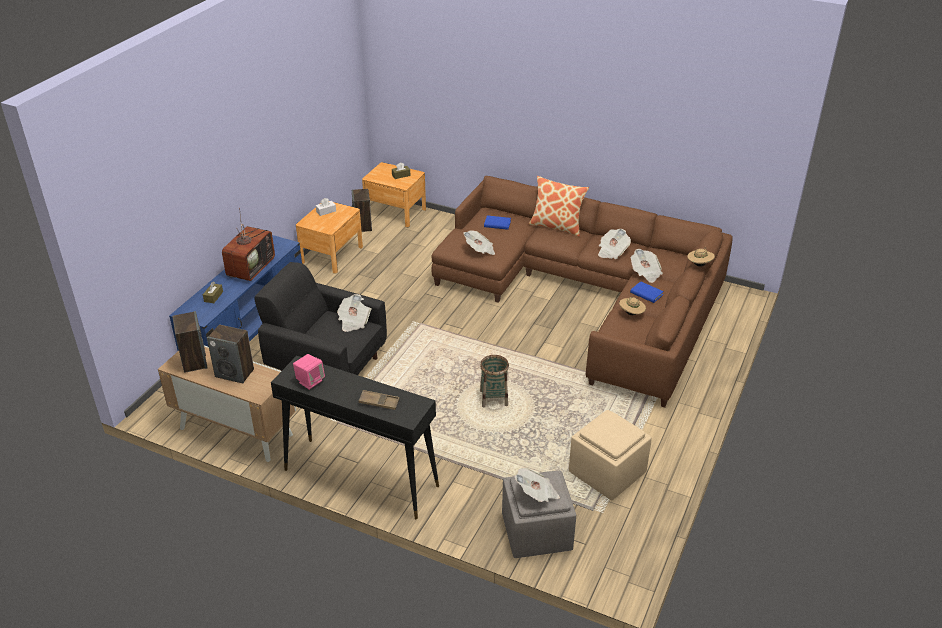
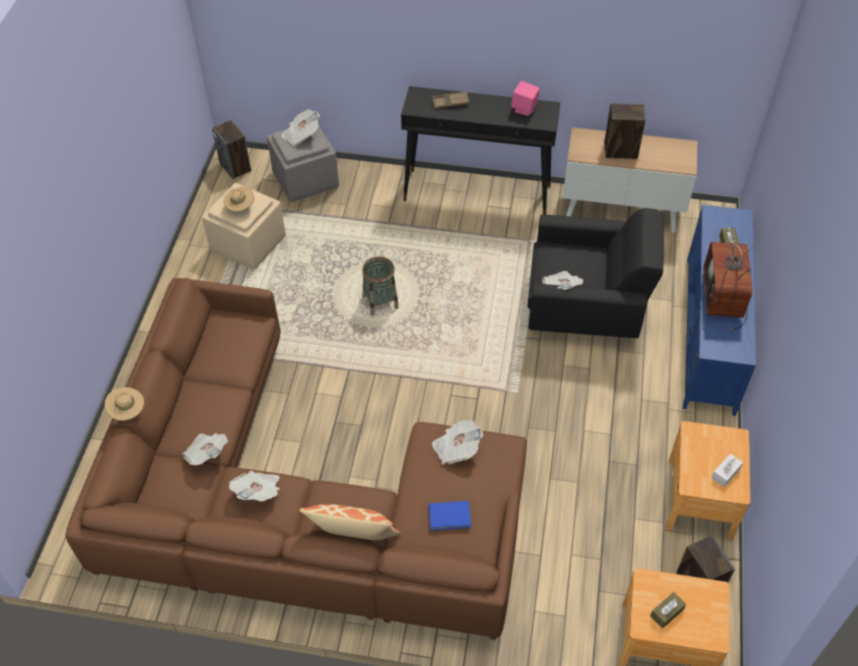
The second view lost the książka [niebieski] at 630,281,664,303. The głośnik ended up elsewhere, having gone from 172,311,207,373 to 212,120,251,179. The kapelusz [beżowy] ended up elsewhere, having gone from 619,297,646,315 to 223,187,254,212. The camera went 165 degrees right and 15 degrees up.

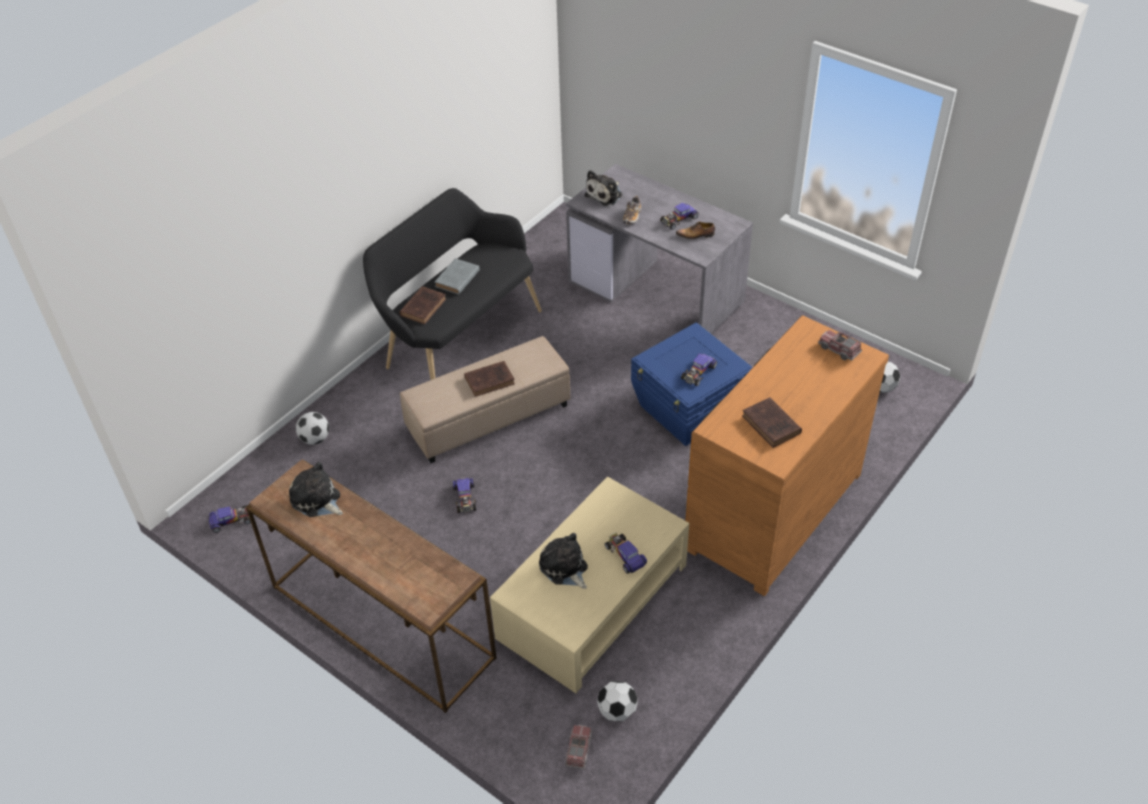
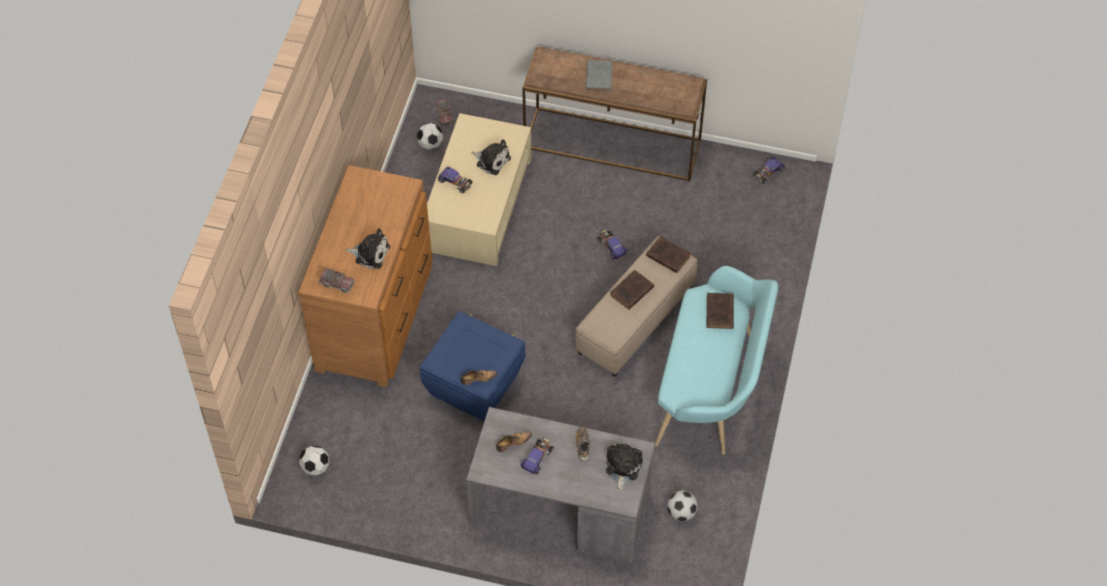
The second view lost the samochodzik at 681,353,717,386. The second view gained the but at 461,370,497,385. The pluszak ended up elsewhere, having gone from 289,462,343,517 to 346,228,390,269. The piłka futbolowa ended up elsewhere, having gone from 296,412,329,445 to 667,491,698,521. The książka [szary] ended up elsewhere, having gone from 435,258,480,295 to 586,60,612,92. The książka [brązowy] ended up elsewhere, having gone from 742,397,802,448 to 646,236,691,273. What was the ławka [czarny] at 363,188,542,380 turned into the ławka [turkusowy] at 655,266,778,455. The camera went 155 degrees right and 10 degrees up.

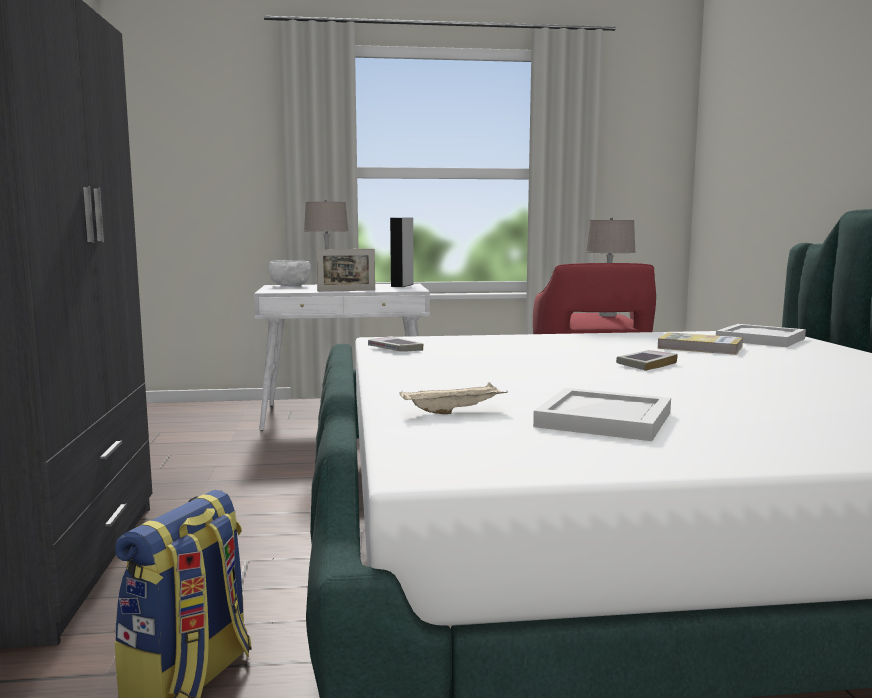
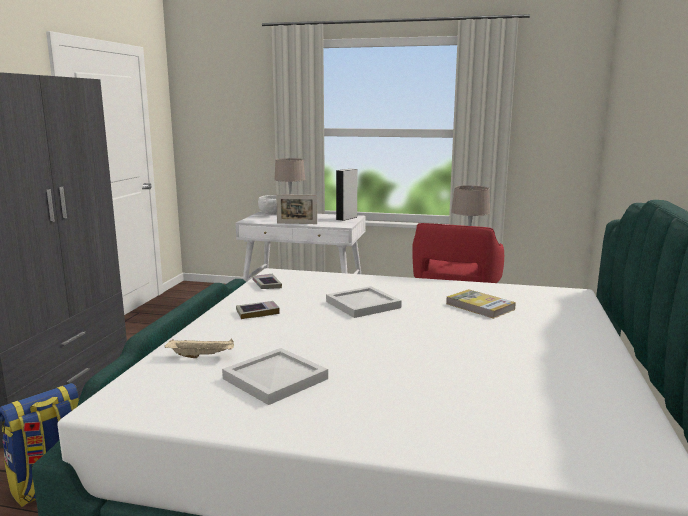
The książka ended up elsewhere, having gone from 616,350,678,371 to 236,301,280,319. The taca [biały] ended up elsewhere, having gone from 716,324,806,347 to 326,286,402,318. The camera went 20 degrees right and 5 degrees up.

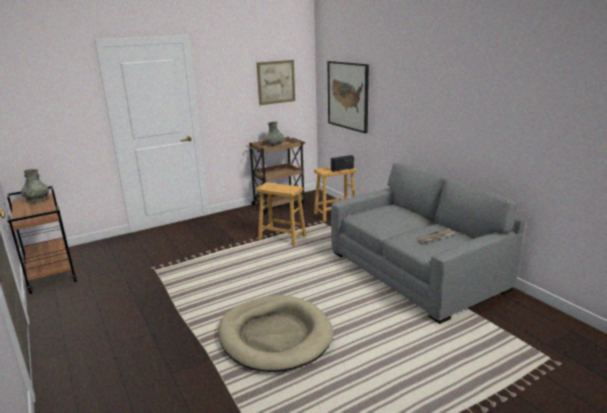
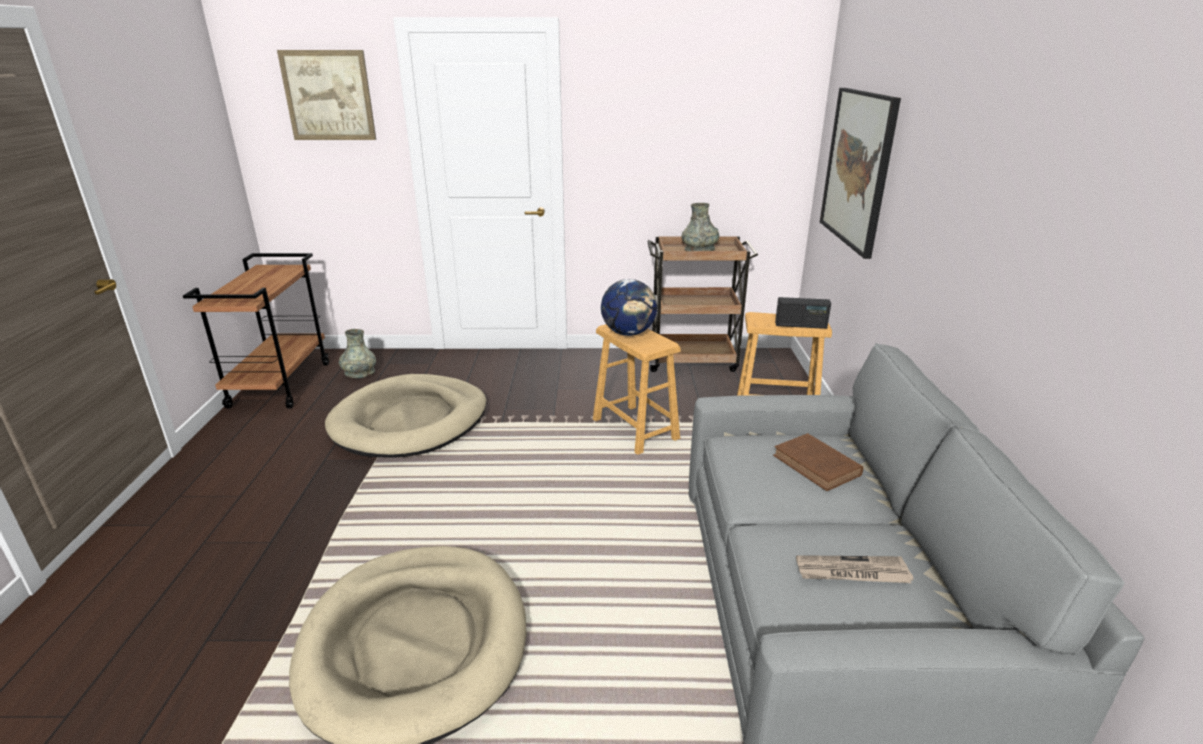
The second view gained the legowisko [beżowy] at 325,374,487,458. The second view gained the globus at 601,279,657,336. The second view gained the książka [brązowy] at 773,433,863,491. The wazon [szary] ended up elsewhere, having gone from 21,169,49,202 to 339,329,376,378. The obraz ended up elsewhere, having gone from 257,60,295,105 to 277,50,376,140. The camera went 30 degrees right and 5 degrees up.

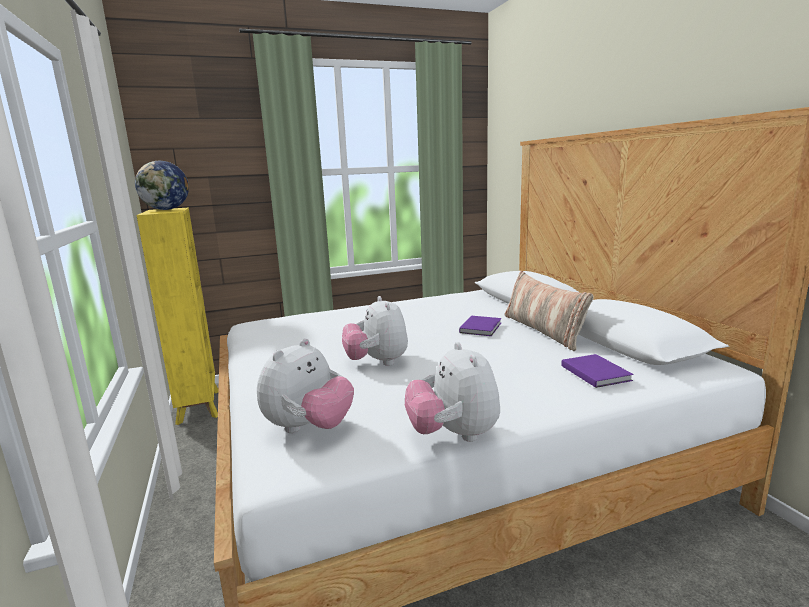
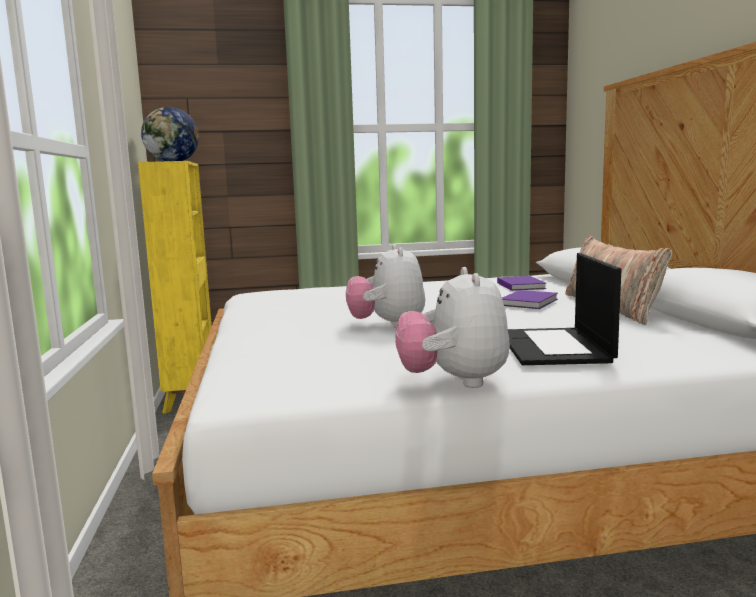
The second view lost the pluszak at 257,338,354,433. The second view gained the laptop at 508,253,622,365. The książka [fioletowy] ended up elsewhere, having gone from 561,354,633,388 to 497,276,546,291. The camera went 10 degrees right and 5 degrees down.

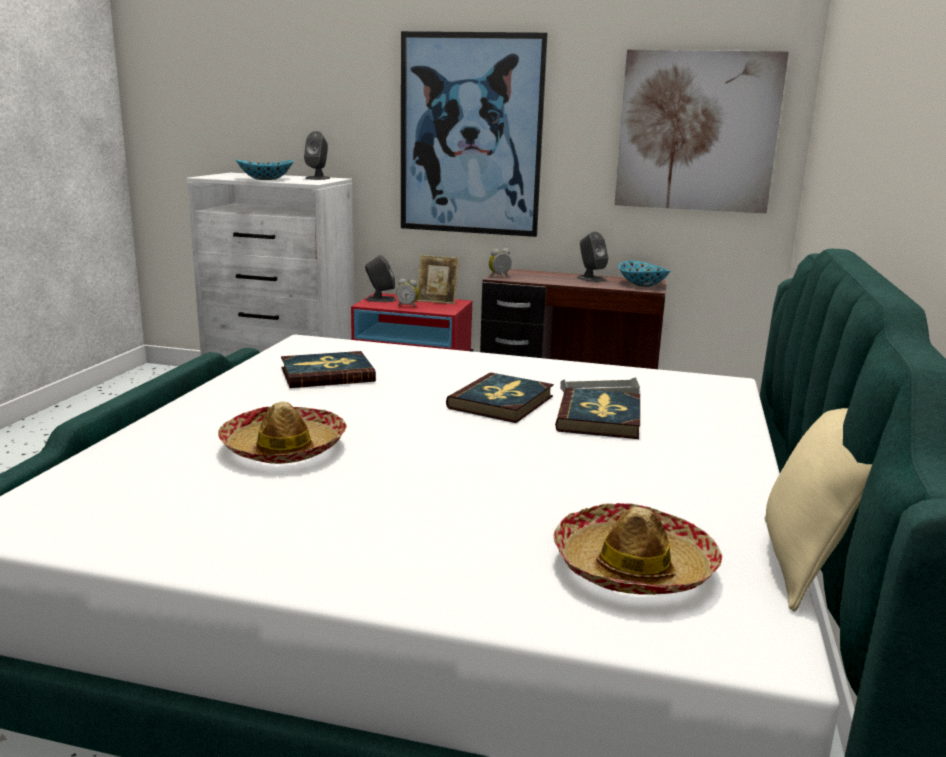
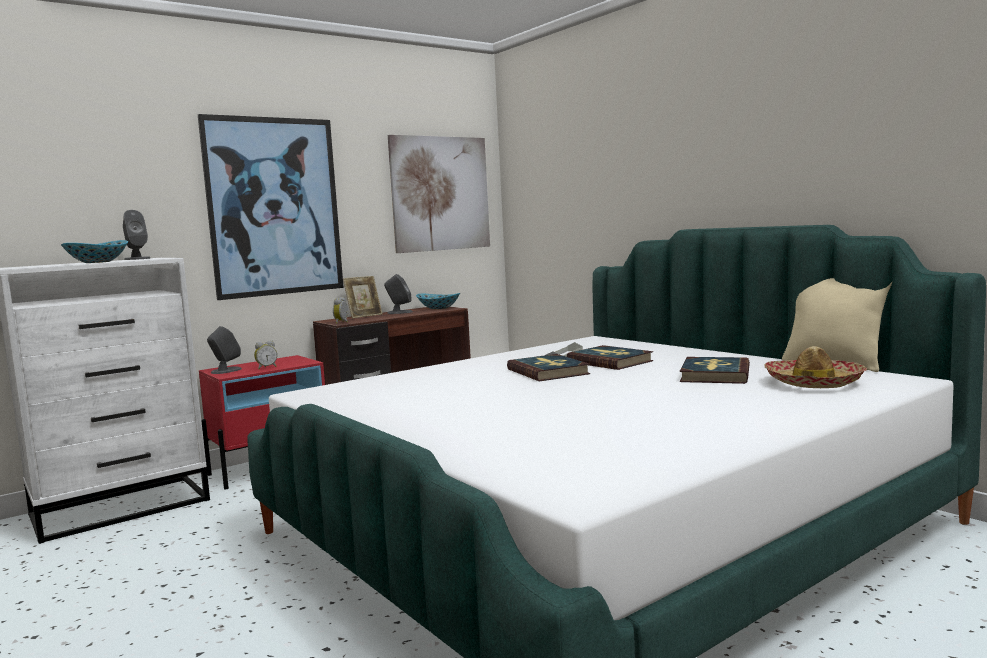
The second view lost the kapelusz at 218,401,347,464. The książka ended up elsewhere, having gone from 281,351,376,388 to 680,357,750,384. The ramka na zdjęcie ended up elsewhere, having gone from 416,255,459,304 to 343,276,383,319. The camera went 50 degrees left and 10 degrees down.

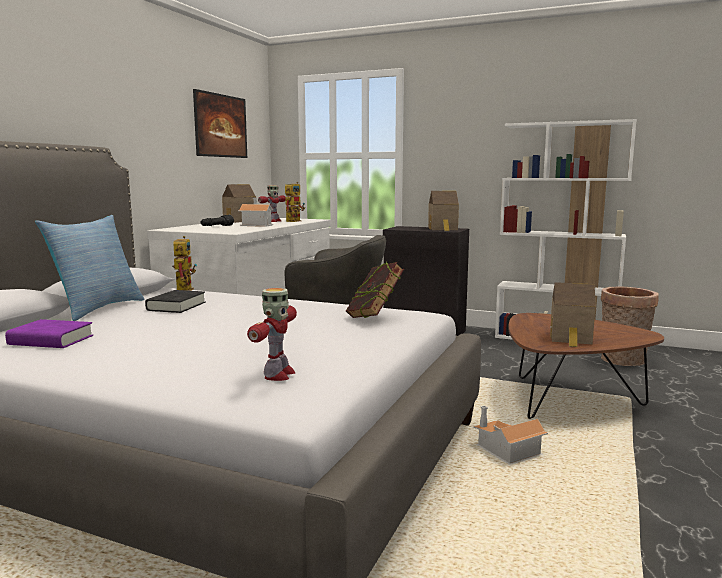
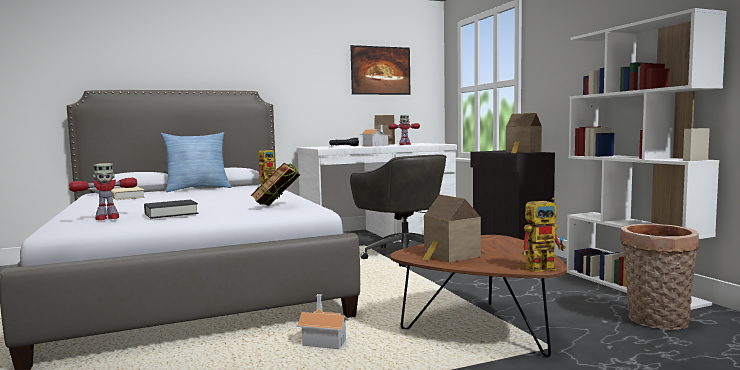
The książka [czarny] ended up elsewhere, having gone from 145,290,206,313 to 144,200,198,219. The robot zabawkowy ended up elsewhere, having gone from 285,182,305,222 to 522,198,566,272. What was the książka [fioletowy] at 5,319,93,348 turned into the książka [beżowy] at 111,187,145,200. The camera went 45 degrees right and 5 degrees down.

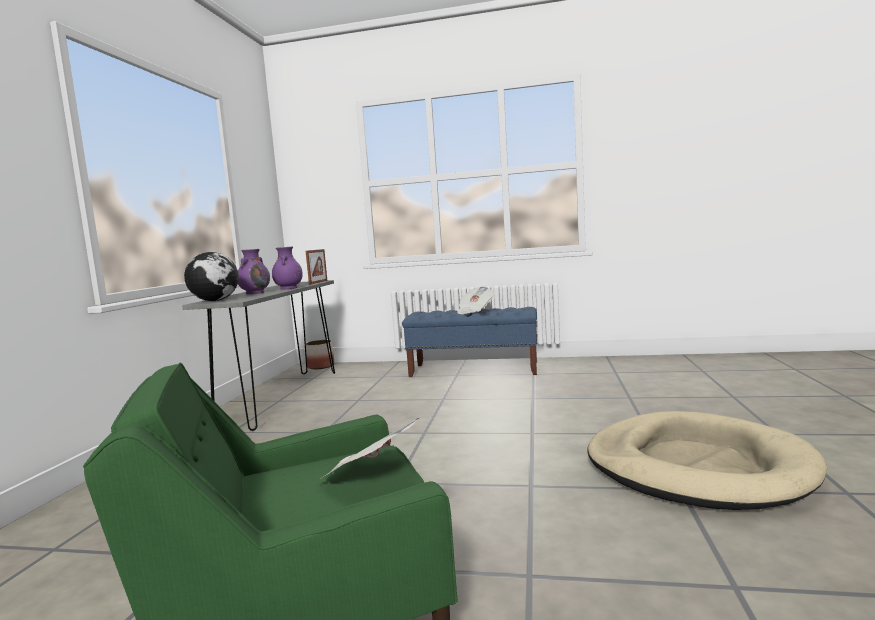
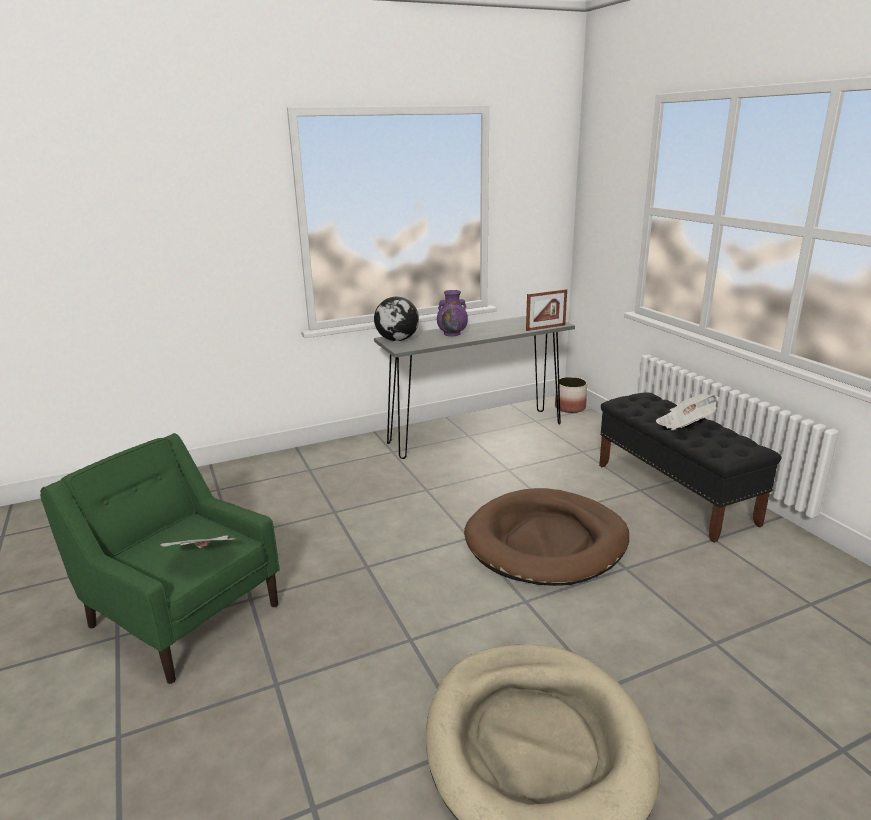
The second view lost the wazon [fioletowy] at 272,247,303,289. The second view gained the legowisko [brązowy] at 464,488,629,586. What was the ławka [niebieski] at 402,307,537,377 turned into the ławka [czarny] at 599,392,781,543. The camera went 55 degrees right and 15 degrees up.

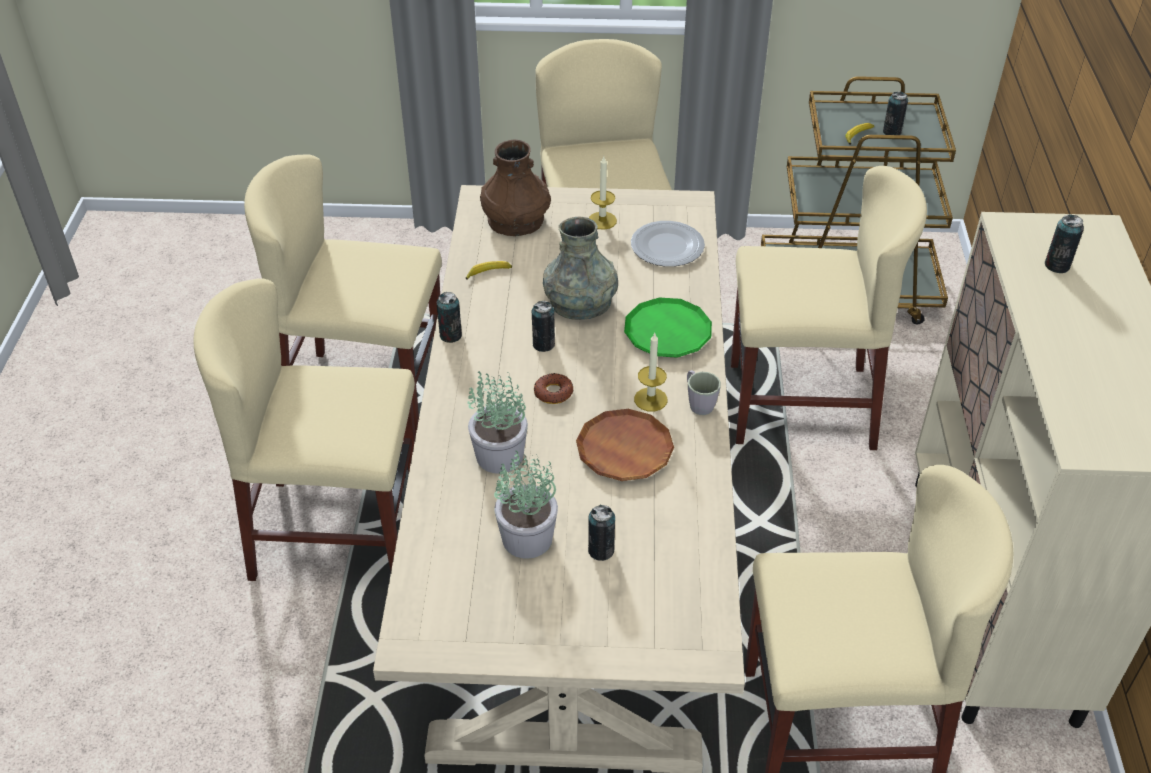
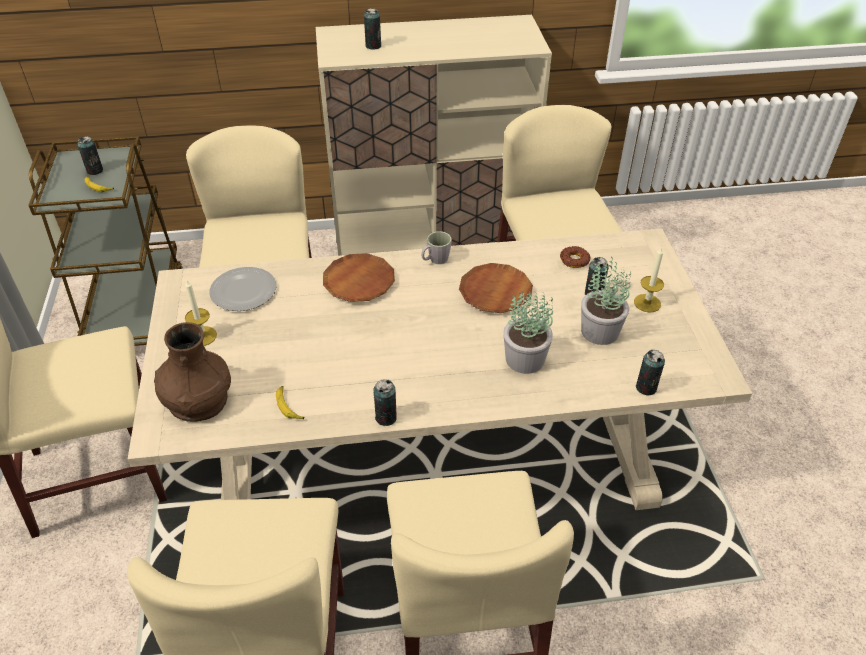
The second view lost the wazon [szary] at 543,217,618,320. The puszka ended up elsewhere, having gone from 532,301,555,352 to 636,350,665,396. The donut ended up elsewhere, having gone from 534,373,574,404 to 560,246,590,268. The świeca ended up elsewhere, having gone from 634,333,667,412 to 634,246,664,313. What was the talerz [zielony] at 624,298,712,358 turned into the talerz [brązowy] at 323,253,395,302. The camera went 100 degrees left and 0 degrees up.

